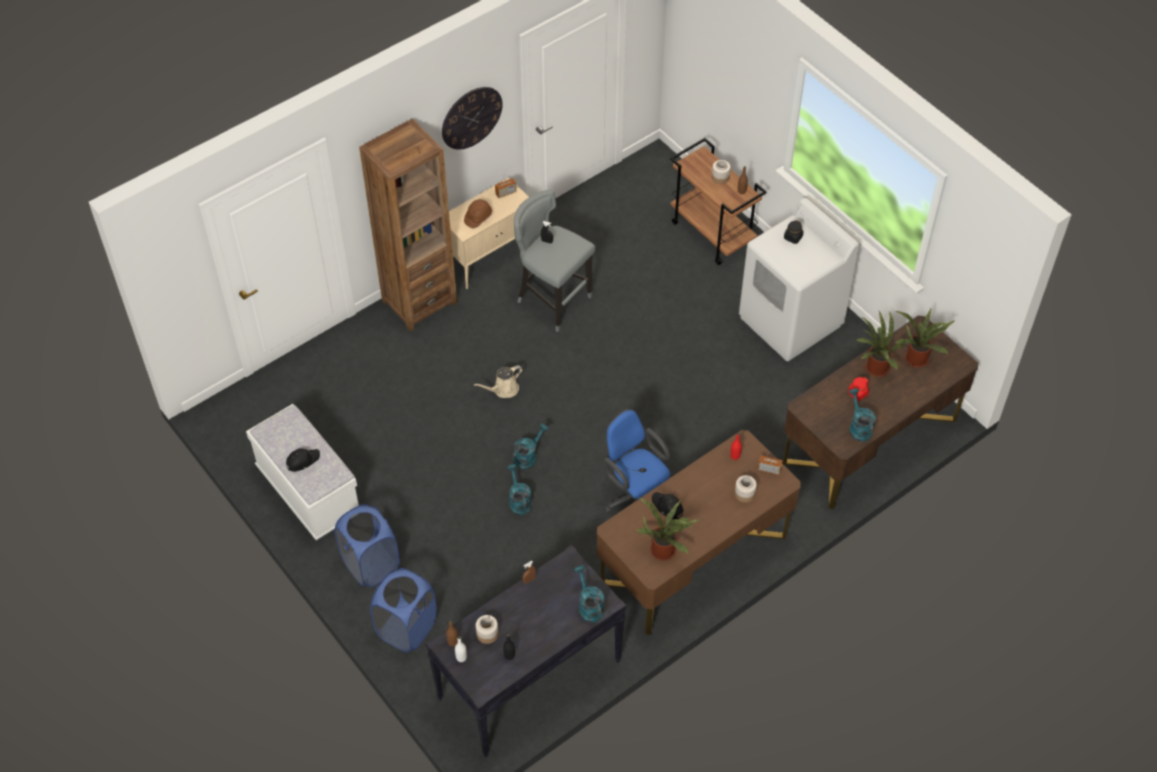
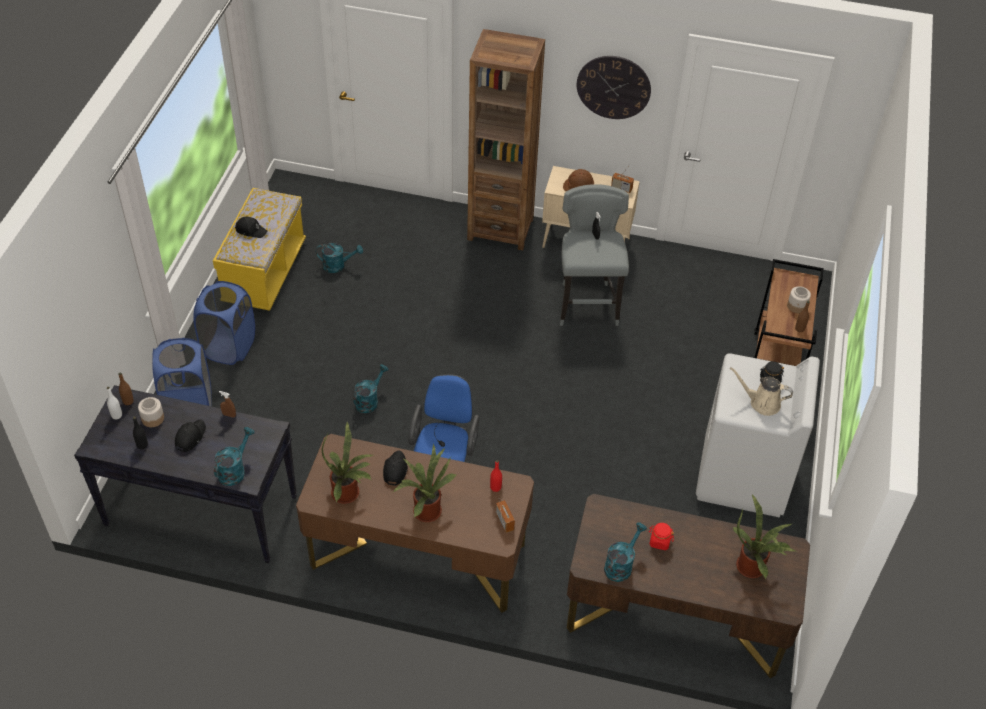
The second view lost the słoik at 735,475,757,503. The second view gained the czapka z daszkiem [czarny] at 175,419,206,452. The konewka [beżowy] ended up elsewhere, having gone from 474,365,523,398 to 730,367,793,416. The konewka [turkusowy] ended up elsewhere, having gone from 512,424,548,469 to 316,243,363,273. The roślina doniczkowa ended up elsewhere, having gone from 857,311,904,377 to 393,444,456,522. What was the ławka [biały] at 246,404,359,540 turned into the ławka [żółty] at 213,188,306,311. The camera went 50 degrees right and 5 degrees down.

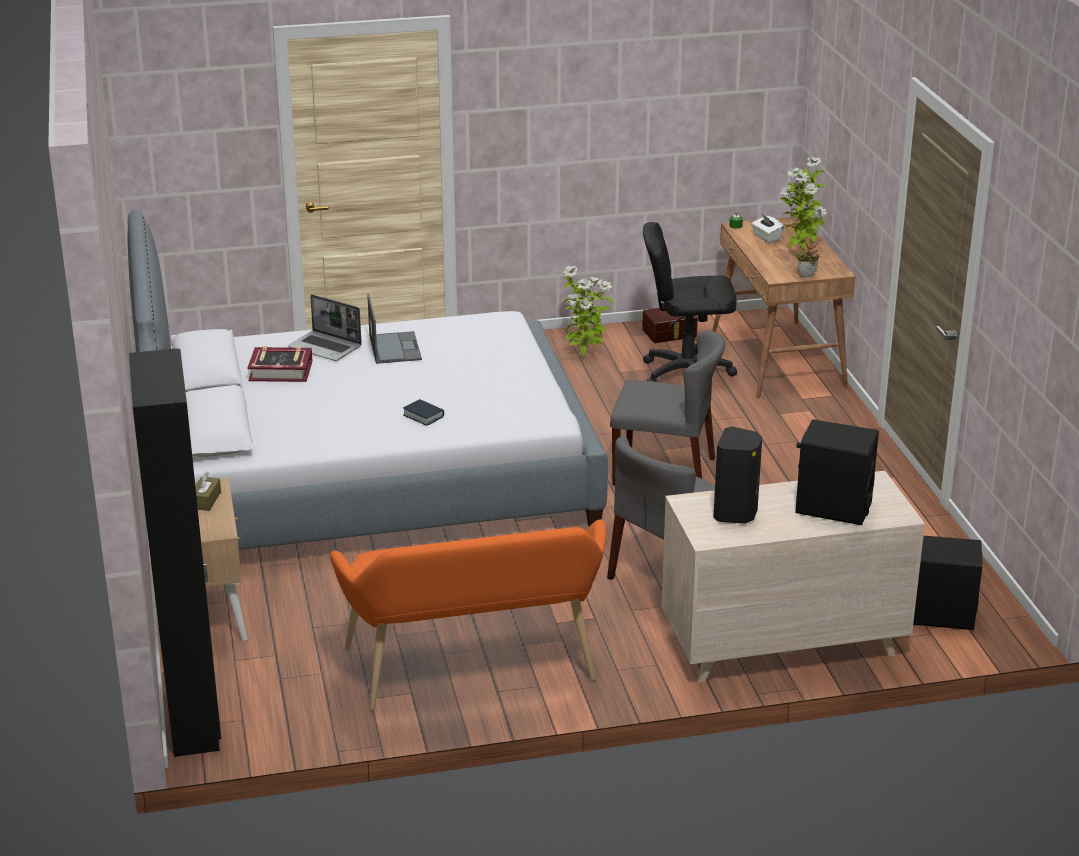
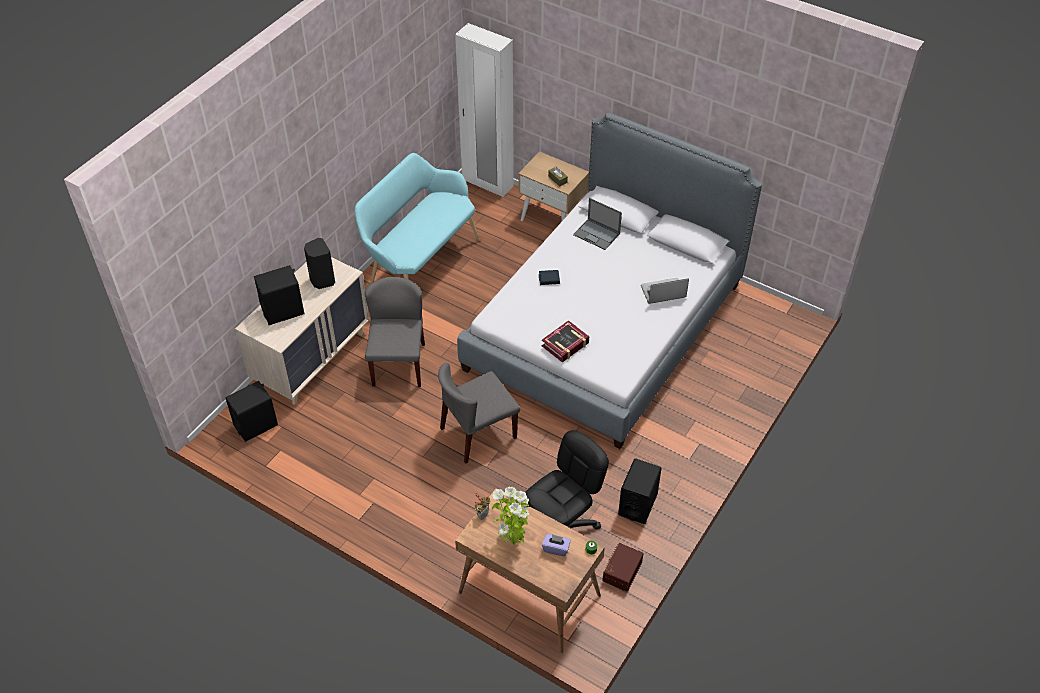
The książka ended up elsewhere, having gone from 247,346,312,382 to 542,320,589,362. The laptop ended up elsewhere, having gone from 367,294,422,364 to 573,198,622,250. Where the roślina doniczkowa stood at 563,266,613,357, the głośnik [czarny] came to stand at 618,459,662,524. What was the szafa [czarny] at 129,348,221,757 turned into the szafa [biały] at 455,23,514,197. What was the ławka [pomarańczowy] at 330,519,607,710 turned into the ławka [turkusowy] at 355,153,480,285. What was the pudełko chusteczek [biały] at 752,214,784,243 turned into the pudełko chusteczek [fioletowy] at 542,534,571,556. The camera went 135 degrees right and 20 degrees up.

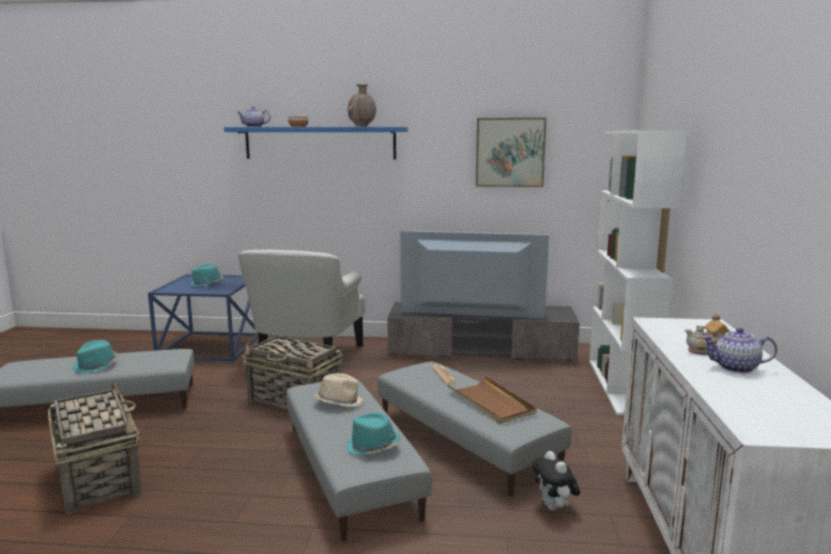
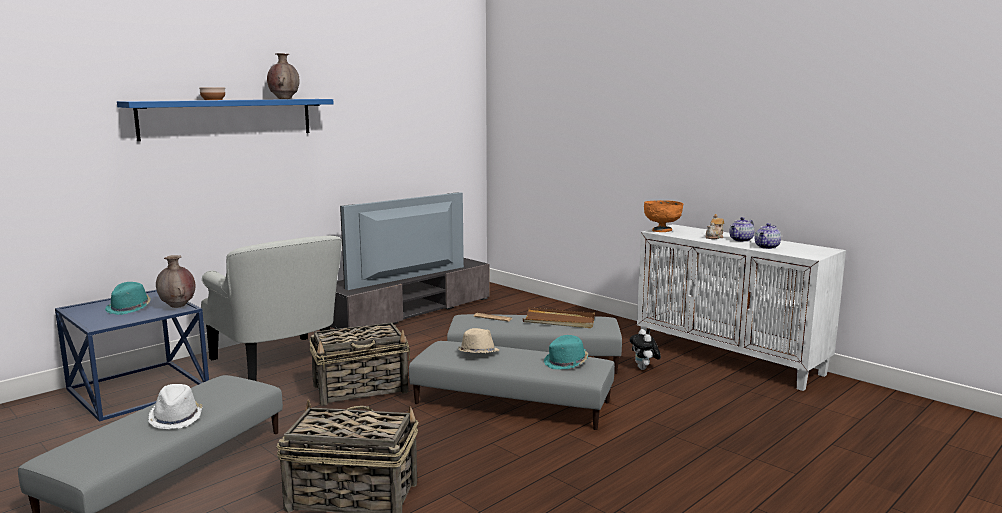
The second view lost the obraz at 476,118,547,187. The second view lost the regał [biały] at 589,130,687,416. The second view gained the wazon [brązowy] at 156,255,195,308. The second view gained the miska [pomarańczowy] at 644,200,683,232. The imbryk ended up elsewhere, having gone from 237,107,271,127 to 755,223,781,249. What was the kapelusz [turkusowy] at 73,340,118,374 turned into the kapelusz [biały] at 148,384,203,430. The pluszak at 532,451,580,511 ended up facing another way, 60 degrees clockwise from before. The camera went 50 degrees left and 0 degrees up.

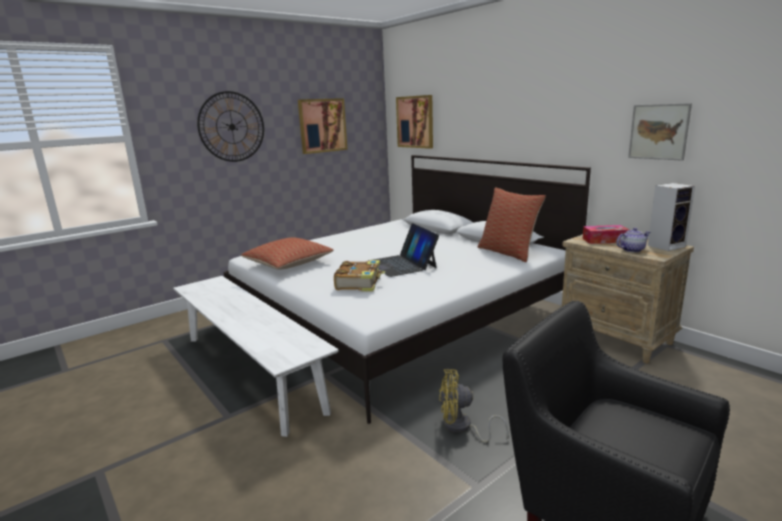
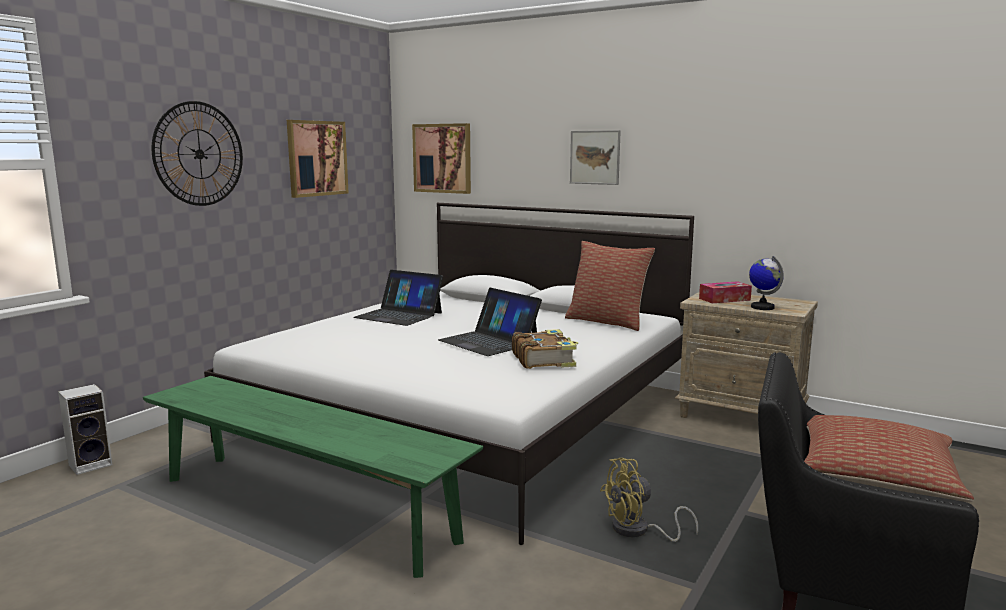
The second view gained the laptop at 353,270,443,326. The poduszka ended up elsewhere, having gone from 241,237,334,270 to 804,415,974,502. The książka ended up elsewhere, having gone from 334,260,385,292 to 512,329,578,369. The obraz ended up elsewhere, having gone from 628,103,692,161 to 570,130,621,185. The głośnik ended up elsewhere, having gone from 648,183,695,251 to 58,384,112,475. Where the imbryk stood at 616,228,650,253, the globus came to stand at 749,256,784,310. What was the ławka [biały] at 173,276,339,437 turned into the ławka [zielony] at 143,376,483,578. The camera went 20 degrees left and 5 degrees down.

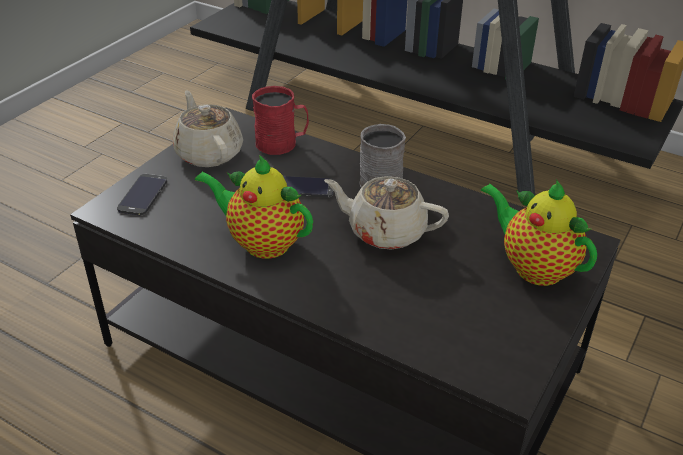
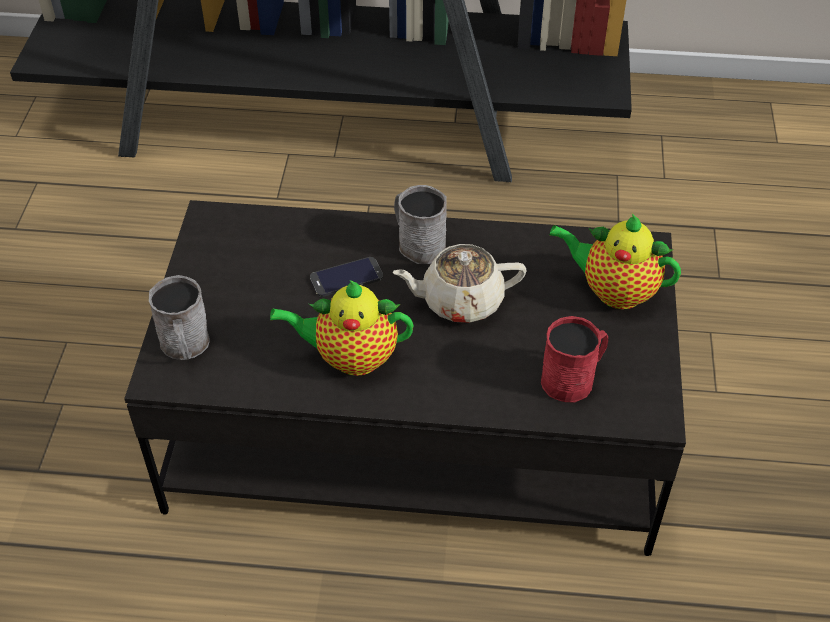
The second view lost the imbryk [beżowy] at 173,91,243,167. The kubek [czerwony] ended up elsewhere, having gone from 252,86,309,155 to 541,316,608,402. Where the telefon stood at 117,174,168,215, the kubek [szary] came to stand at 149,275,209,360. The camera went 25 degrees left and 10 degrees up.

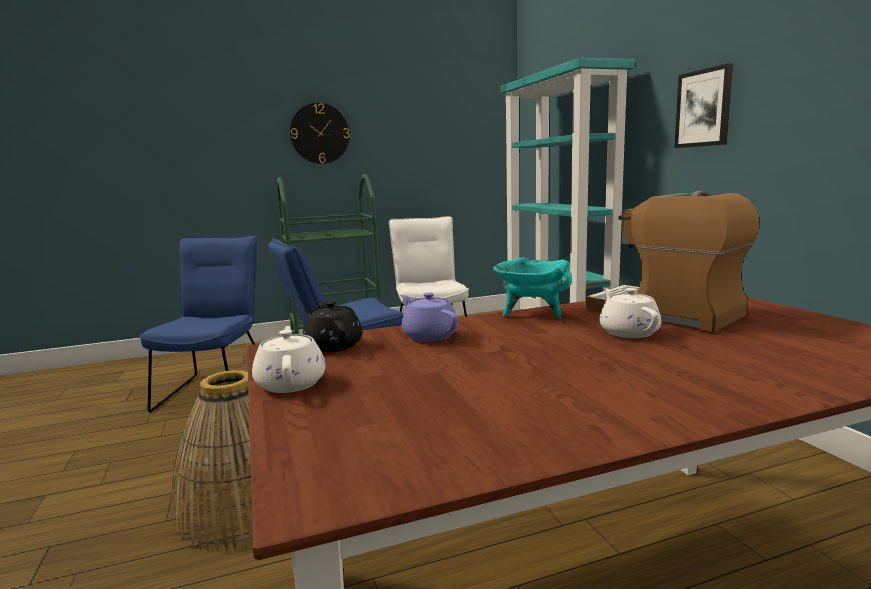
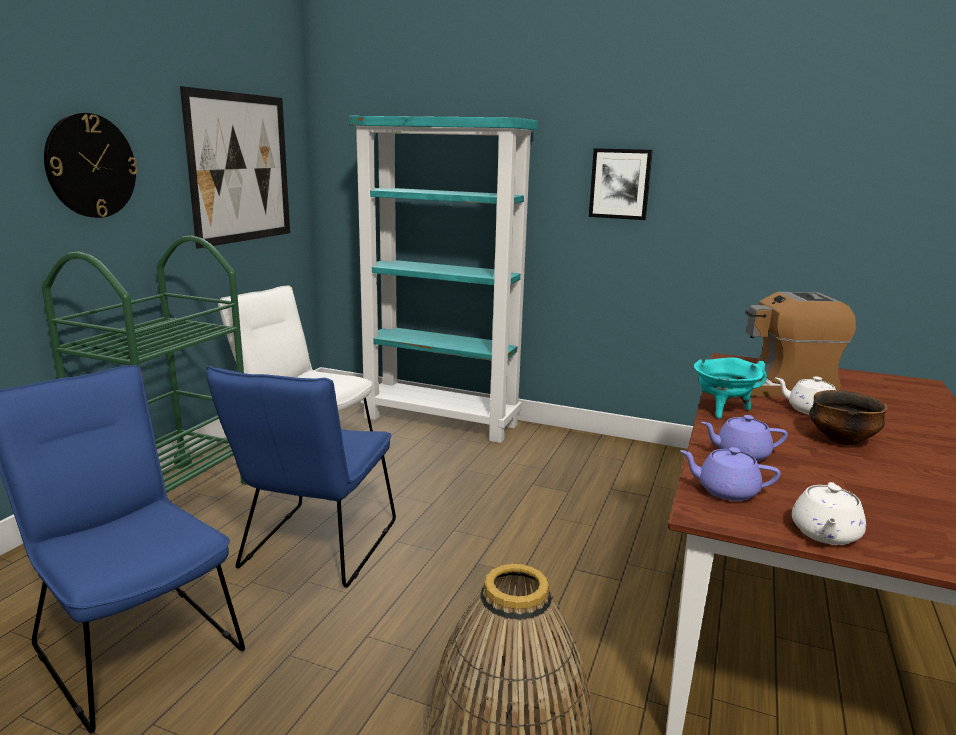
The second view gained the obraz at 180,86,290,248. The second view gained the miska at 809,390,888,445. What was the imbryk [czarny] at 303,301,362,352 turned into the imbryk [fioletowy] at 680,447,780,501. The imbryk [biały] at 252,326,326,393 ended up facing another way, 90 degrees counterclockwise from before. The camera went 50 degrees left and 5 degrees up.

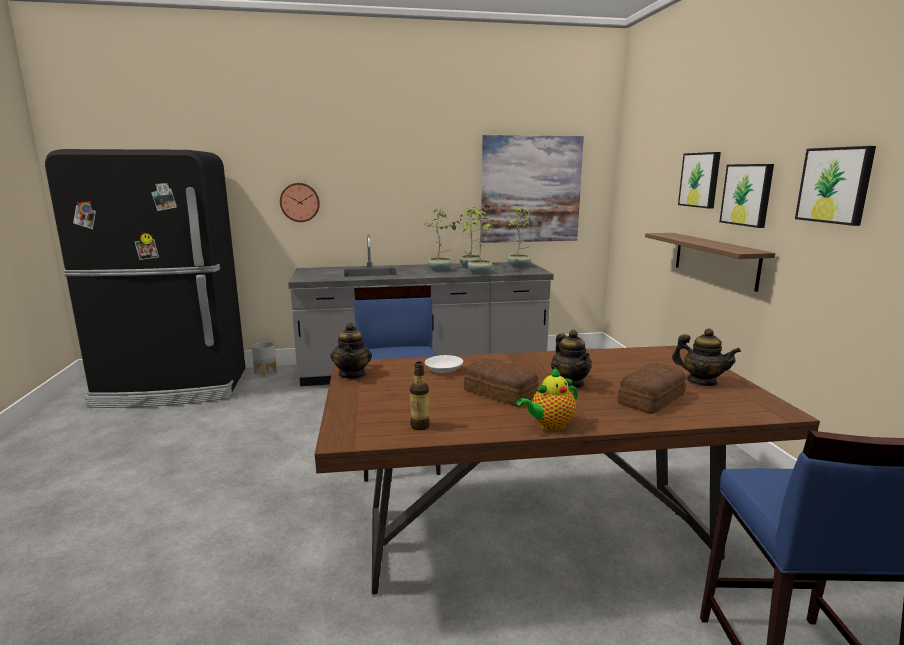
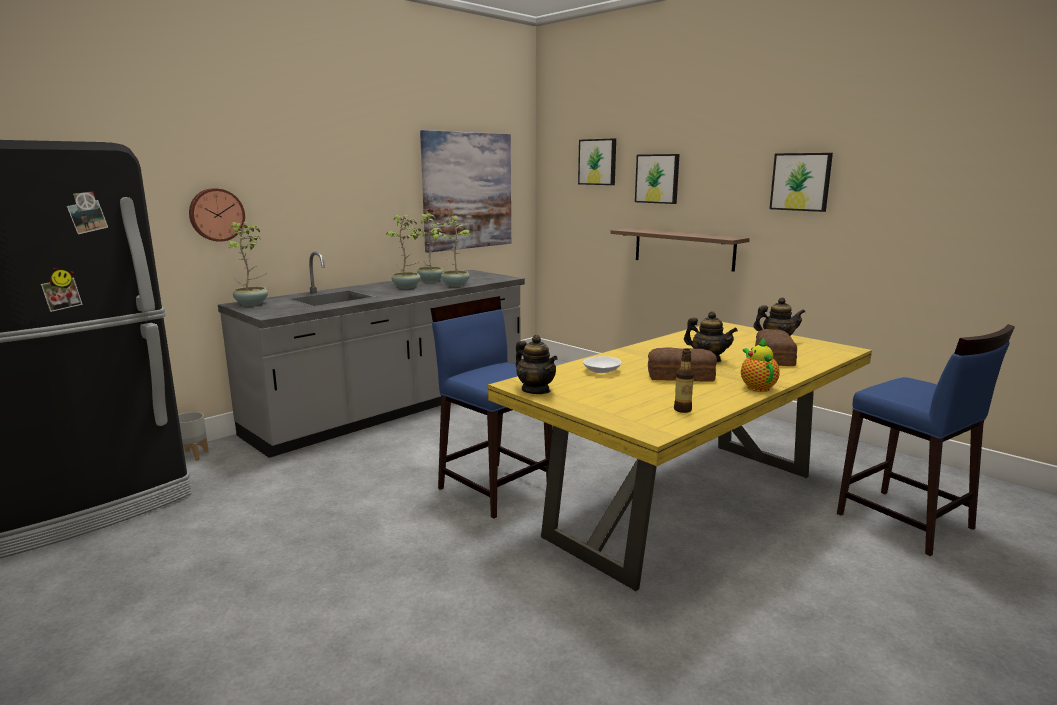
The roślina doniczkowa ended up elsewhere, having gone from 507,207,533,268 to 225,222,268,306. The obraz ended up elsewhere, having gone from 719,164,774,228 to 578,138,616,185. What was the stół jadalny [brązowy] at 315,346,820,595 turned into the stół jadalny [żółty] at 488,322,872,591. The imbryk at 516,367,578,431 ended up facing another way, 150 degrees clockwise from before. The camera went 35 degrees left and 0 degrees up.

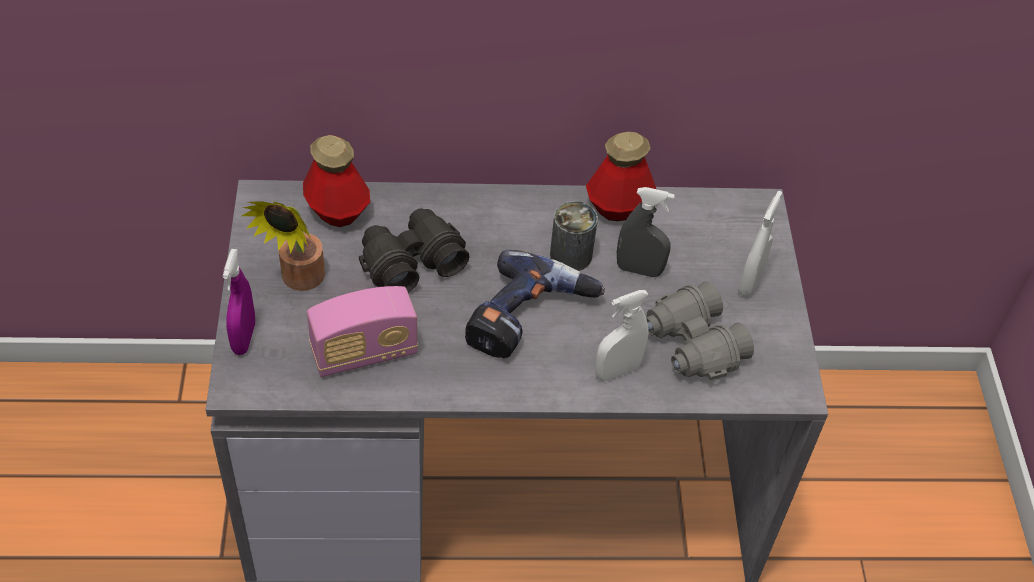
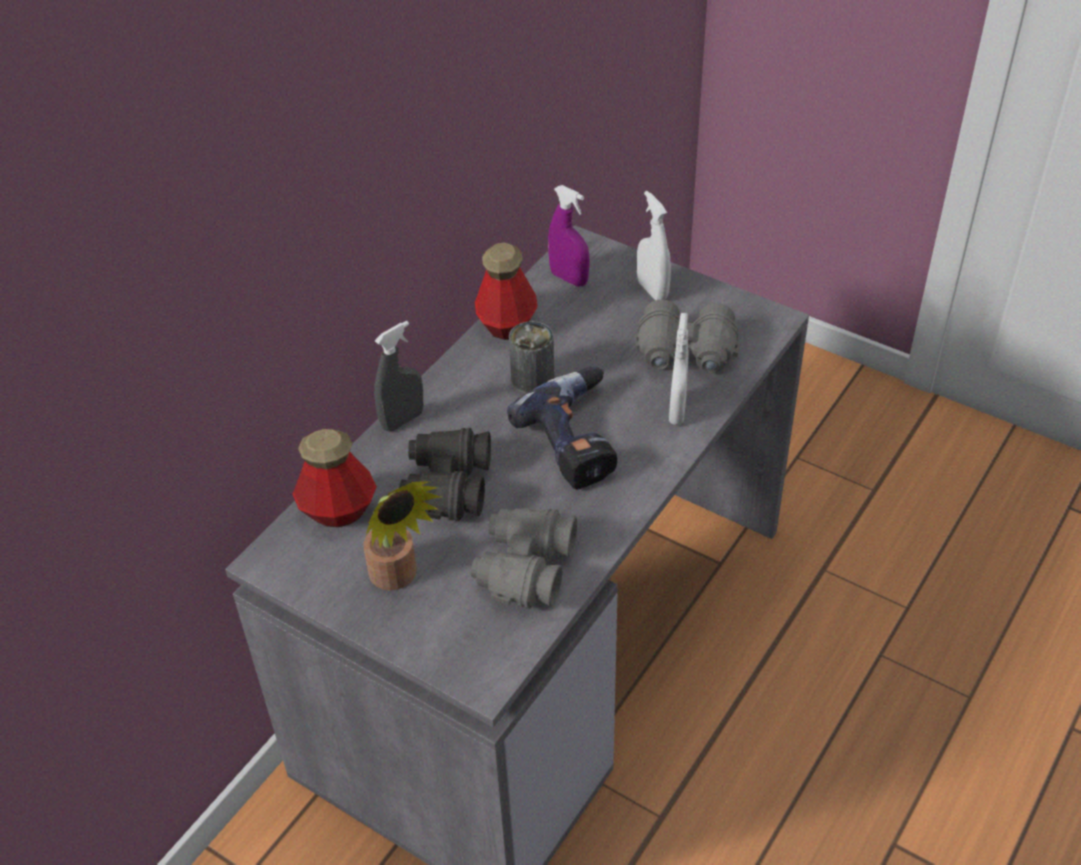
The spryskiwacz [fioletowy] ended up elsewhere, having gone from 223,249,255,355 to 548,185,590,286. The spryskiwacz [szary] ended up elsewhere, having gone from 617,187,675,277 to 374,321,423,431. Where the radio stood at 307,286,418,377, the lornetka [szary] came to stand at 471,508,577,609. The camera went 50 degrees left and 5 degrees down.

